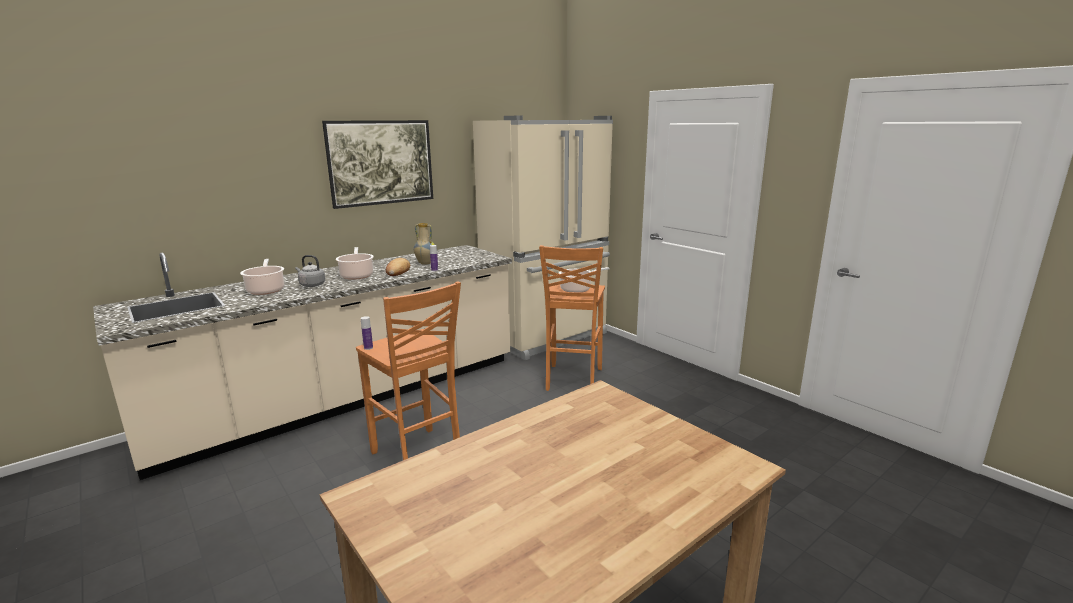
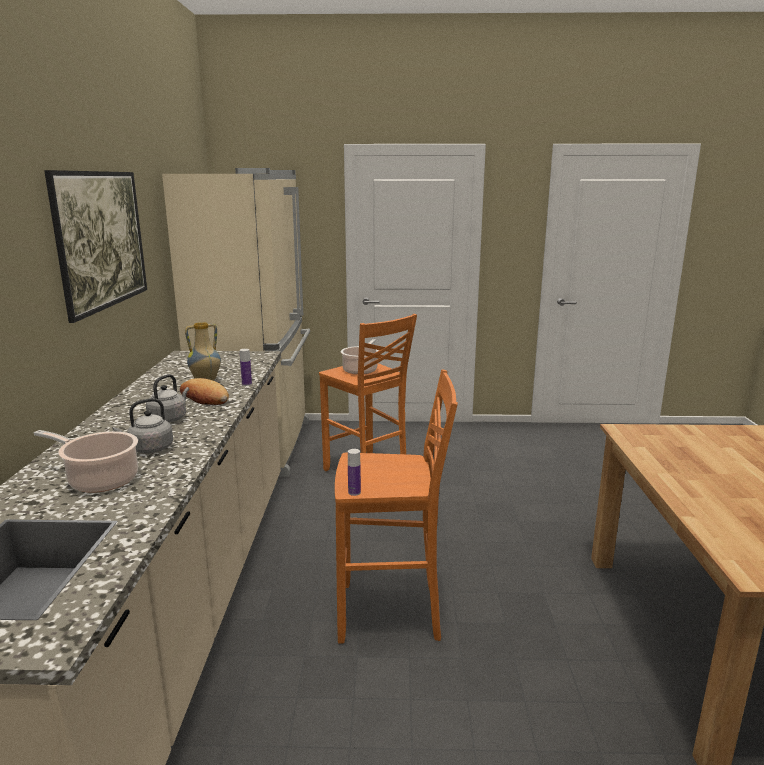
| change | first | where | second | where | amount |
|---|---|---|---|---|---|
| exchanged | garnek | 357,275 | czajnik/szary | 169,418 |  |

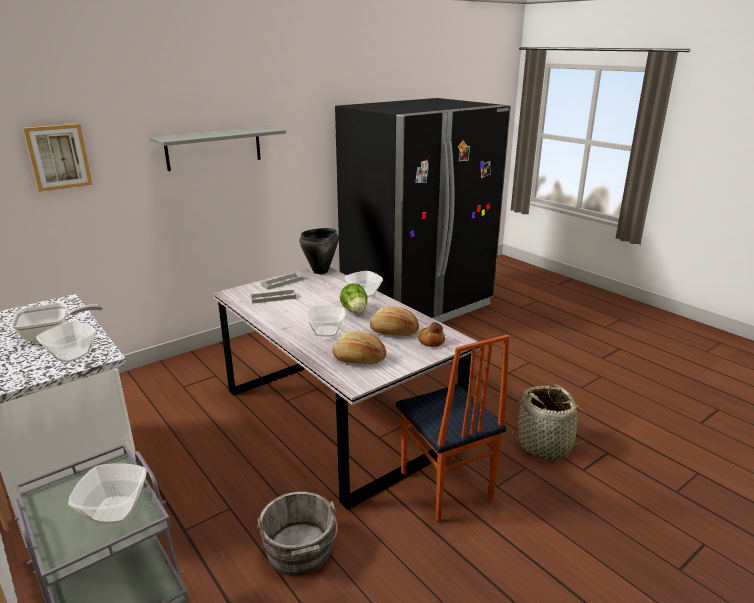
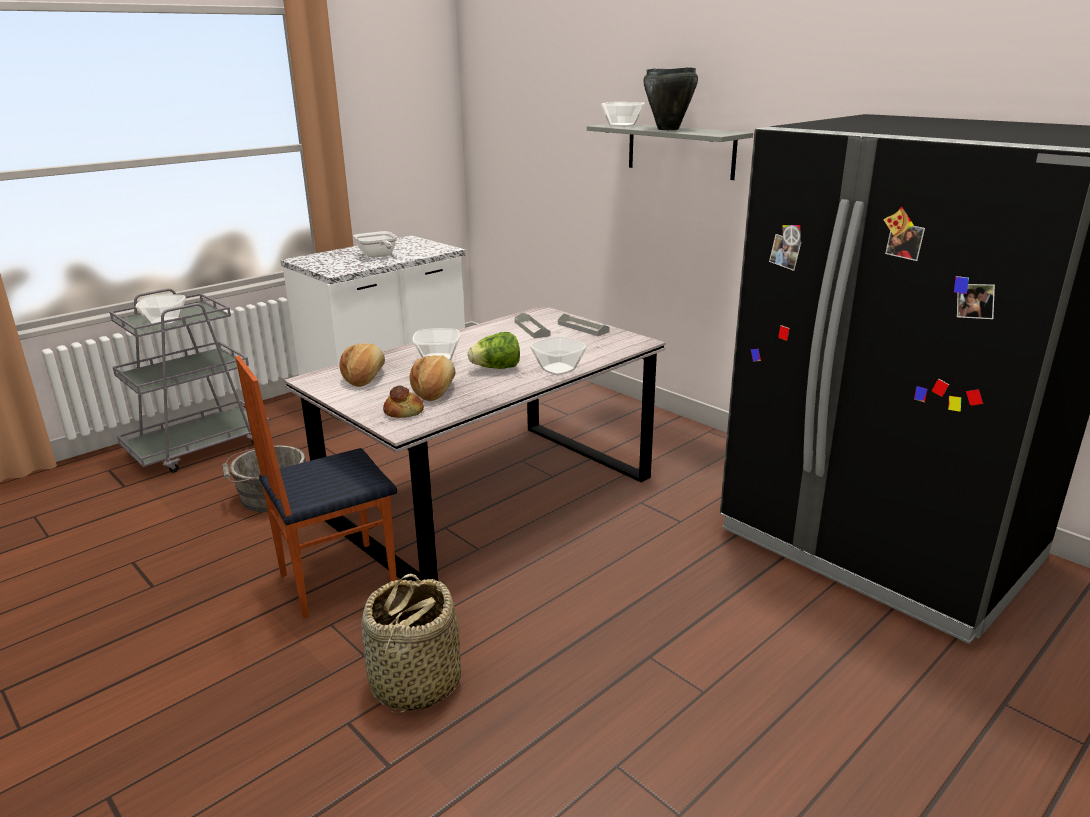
| change | first | where | second | where | amount |
|---|---|---|---|---|---|
| missing | obraz | 58,157 |  |  |  |
| relocated | garnek/czarny | 321,271 |  | 668,129 |  |
| relocated | miska | 71,355 |  | 621,125 |  |

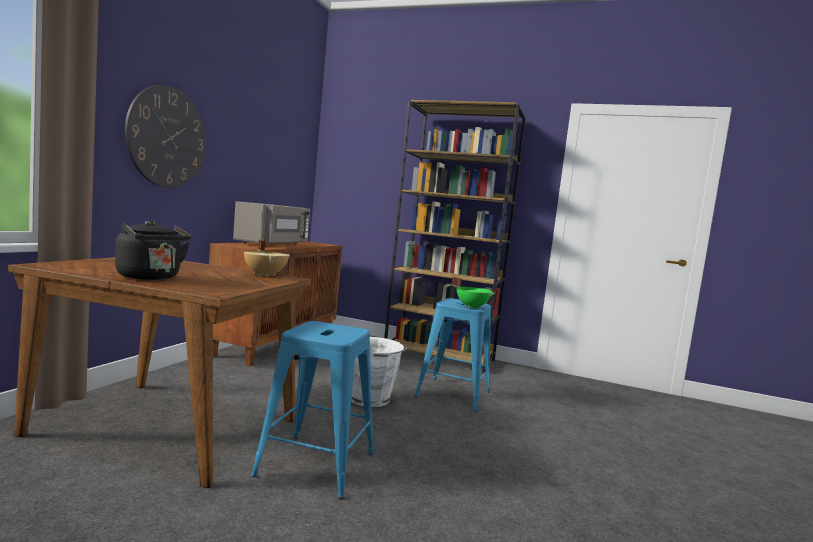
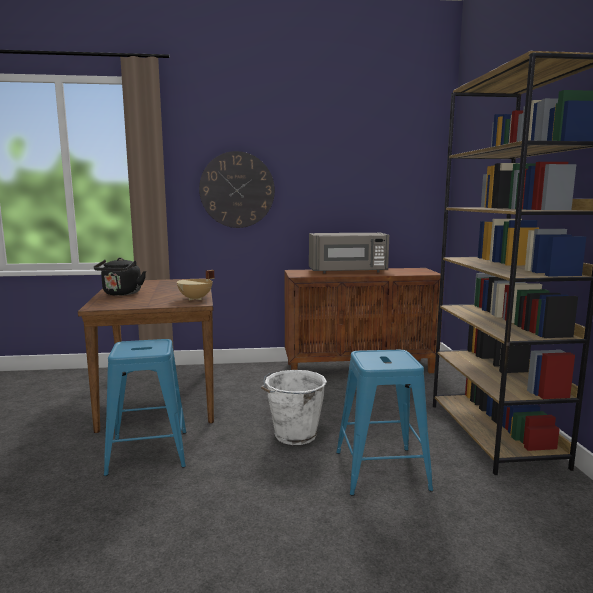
| change | first | where | second | where | amount |
|---|---|---|---|---|---|
| missing | garnek/zielony | 472,307 |  |  |  |

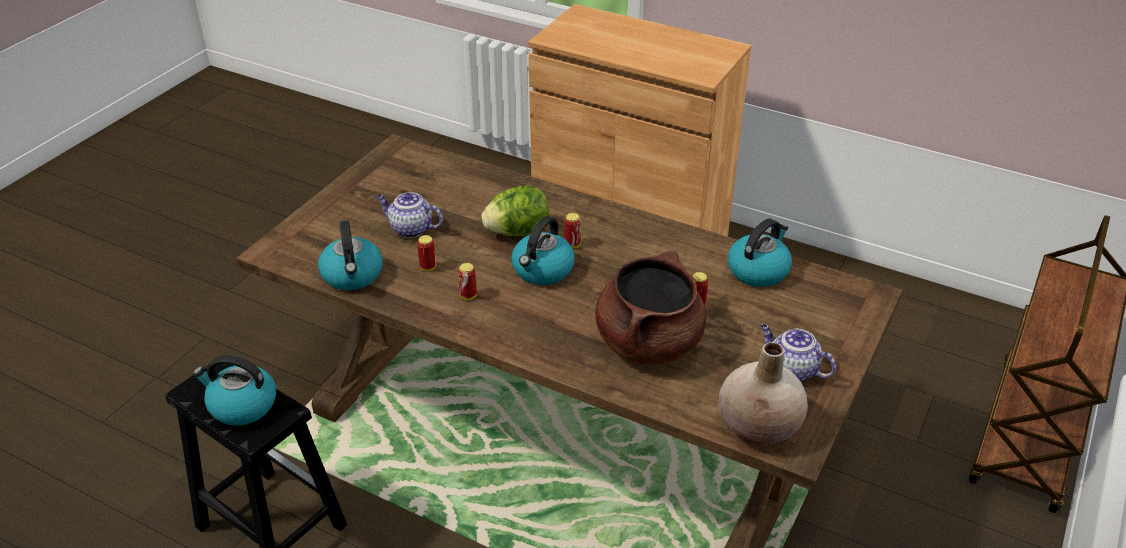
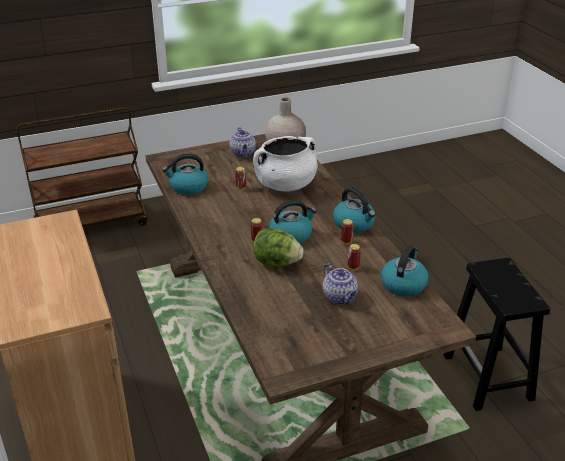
| change | first | where | second | where | amount |
|---|---|---|---|---|---|
| colour | garnek/brązowy | 648,342 | garnek/biały | 285,185 |  |
| relocated | czajnik | 241,405 |  | 354,224 |  |

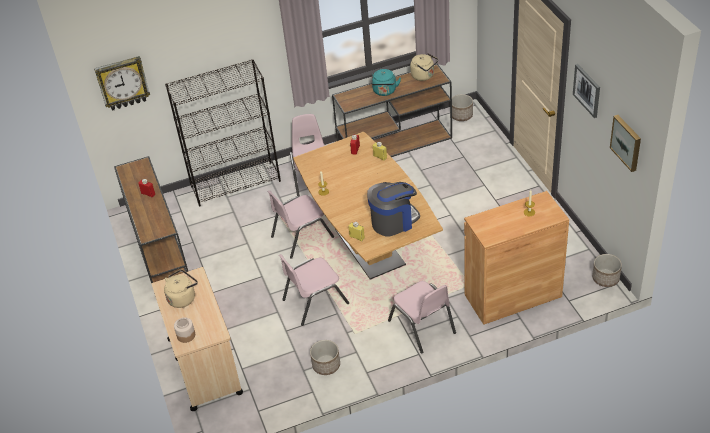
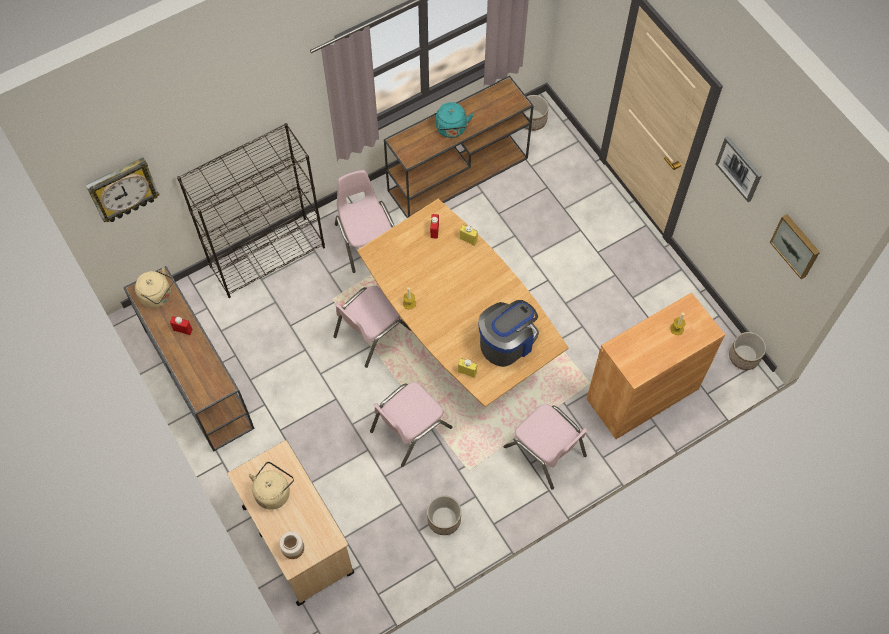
| change | first | where | second | where | amount |
|---|---|---|---|---|---|
| relocated | czajnik/beżowy | 424,76 |  | 158,296 |  |

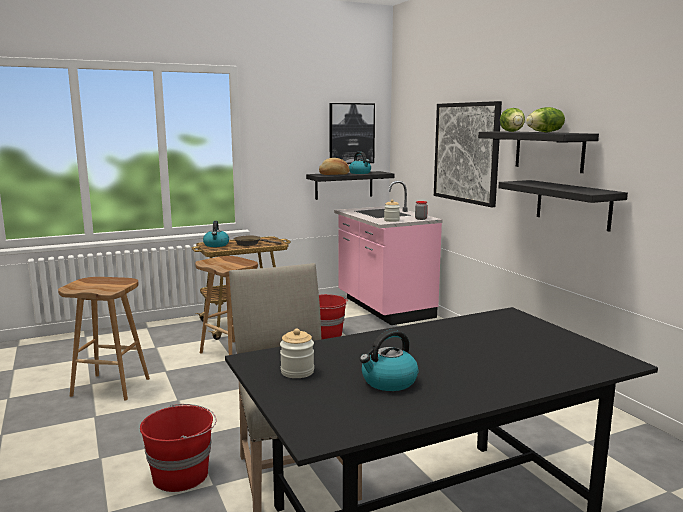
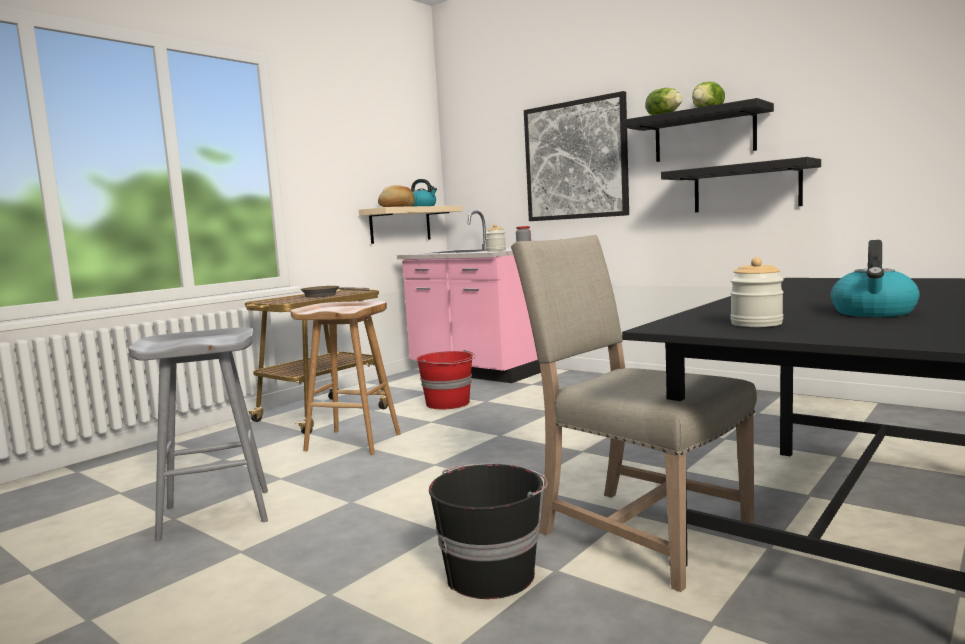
| change | first | where | second | where | amount |
|---|---|---|---|---|---|
| missing | obraz | 351,133 |  |  |  |
| colour | półka/czarny | 344,185 | półka/beżowy | 400,225 |  |
| missing | czajnik | 216,245 |  |  |  |
| colour | stołek/brązowy | 112,387 | stołek/szary | 217,513 |  |
| colour | wiadro/czerwony | 182,475 | wiadro/czarny | 492,574 |  |

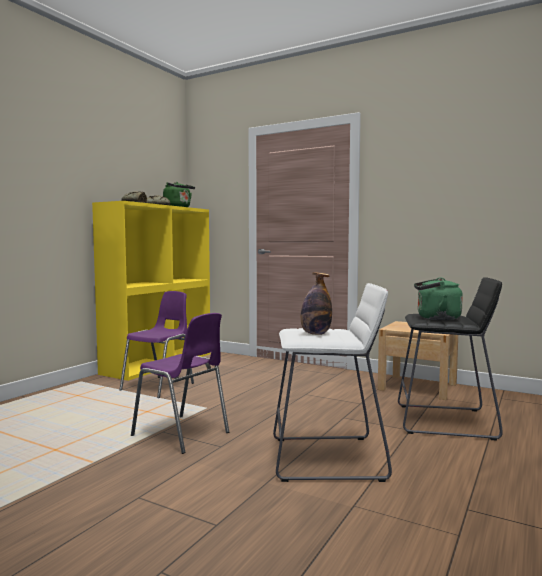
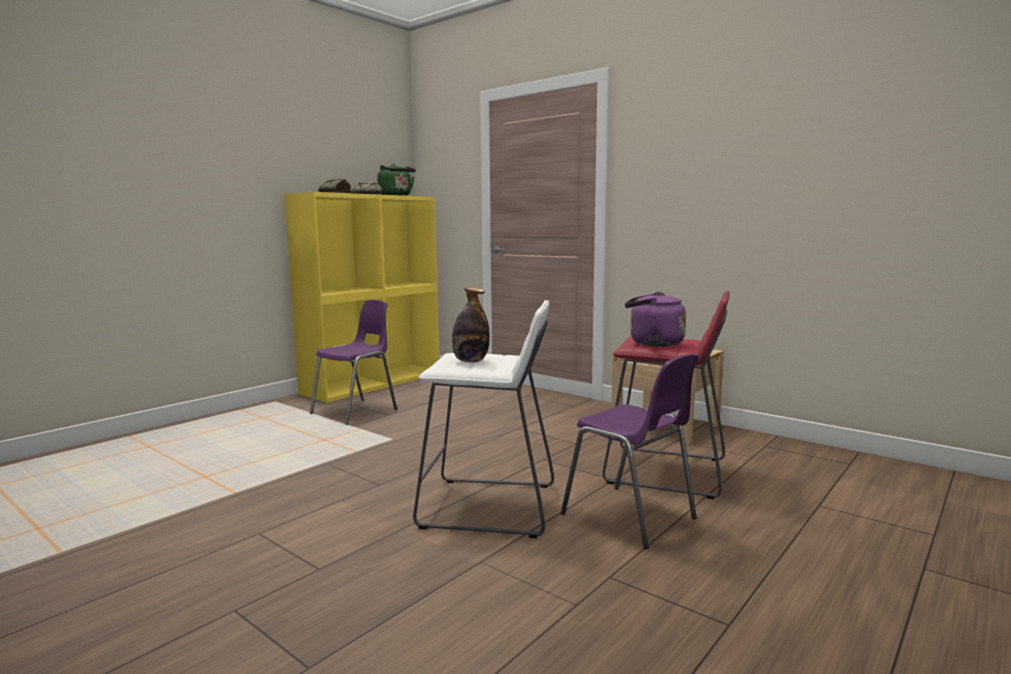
| change | first | where | second | where | amount |
|---|---|---|---|---|---|
| colour | stołek/czarny | 445,421 | stołek/czerwony | 666,472 |  |
| colour | czajnik/zielony | 435,318 | czajnik/fioletowy | 652,343 |  |
| relocated | krzesło/fioletowy | 182,435 |  | 631,517 |  |

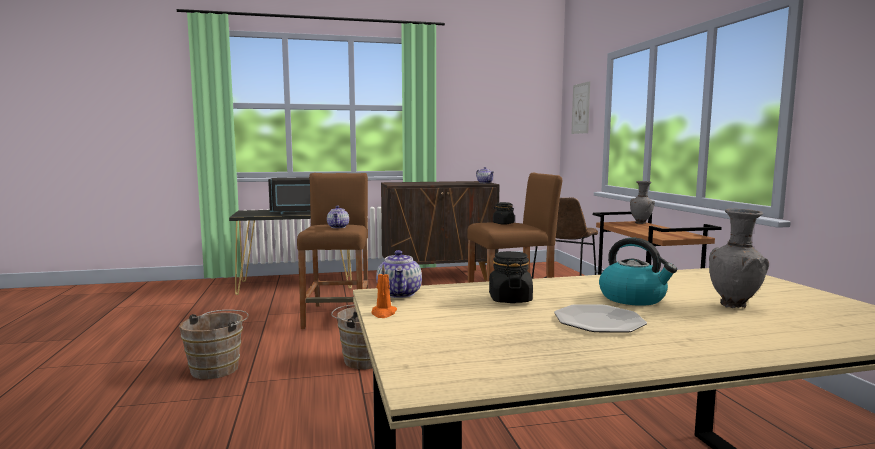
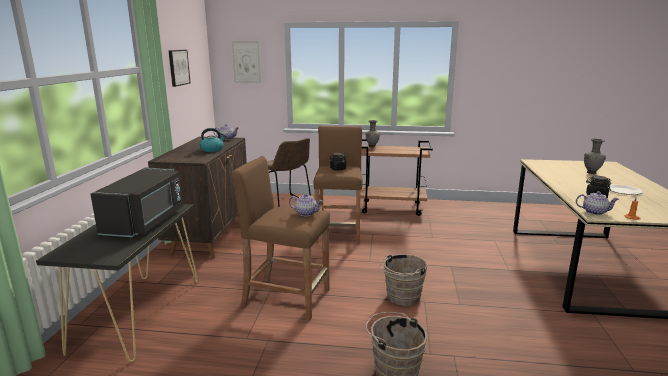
| change | first | where | second | where | amount |
|---|---|---|---|---|---|
| relocated | czajnik | 633,298 |  | 212,149 |  |
| appeared |  |  | obraz | 178,67 |  |

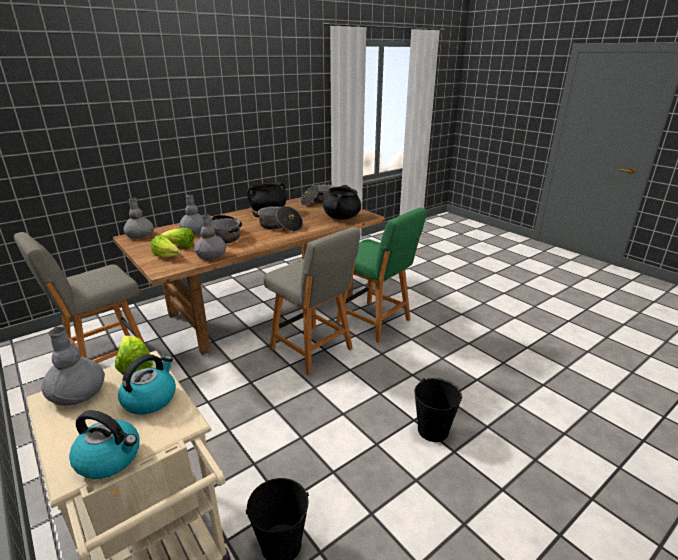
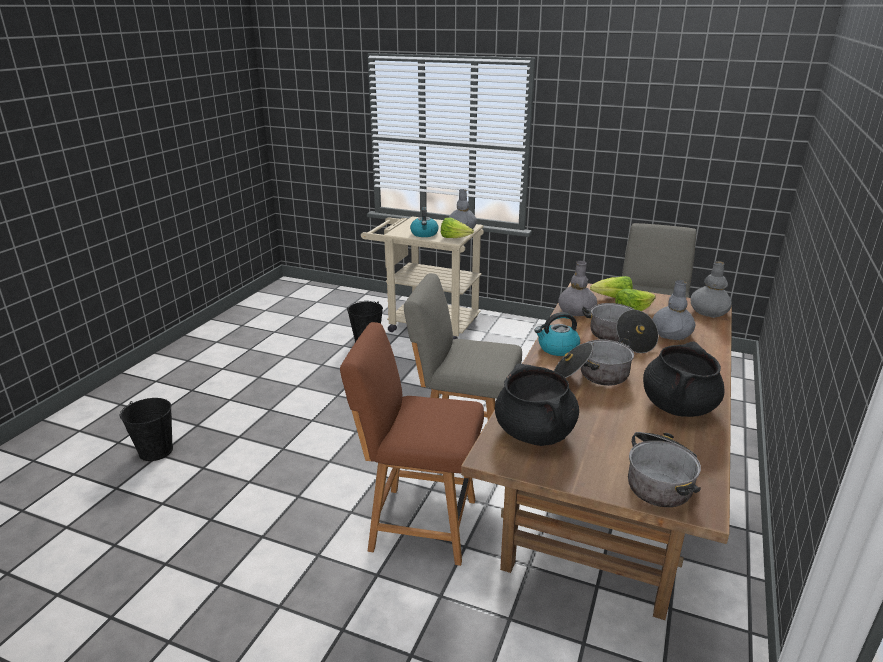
| change | first | where | second | where | amount |
|---|---|---|---|---|---|
| colour | krzesło/zielony | 375,322 | krzesło/brązowy | 419,523 |  |
| relocated | wiadro/czarny | 433,430 |  | 156,451 |  |
| relocated | czajnik | 110,458 |  | 557,348 |  |

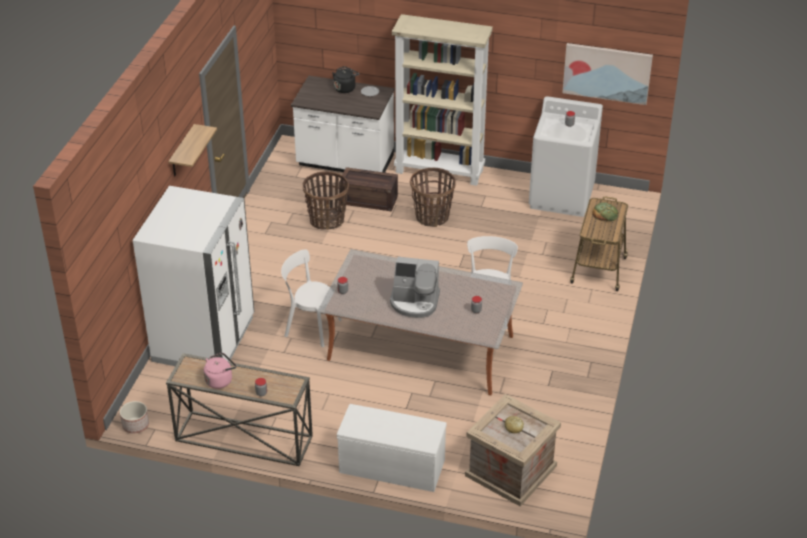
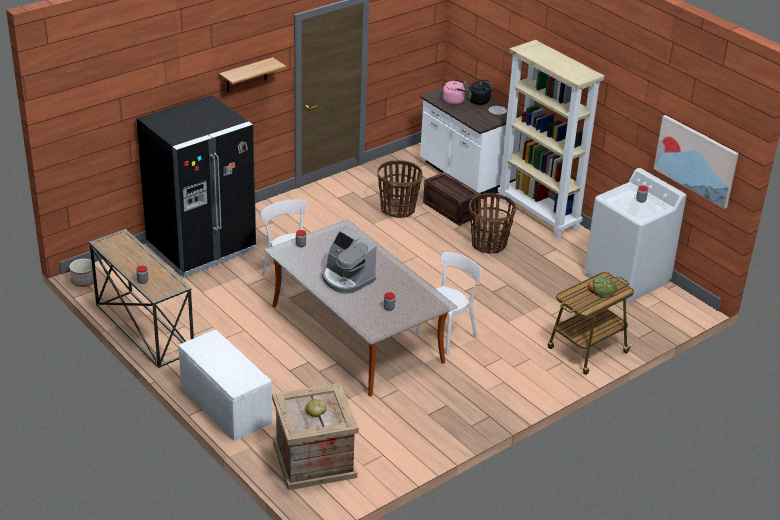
| change | first | where | second | where | amount |
|---|---|---|---|---|---|
| colour | lodówka/biały | 204,339 | lodówka/czarny | 201,248 |  |
| relocated | czajnik/różowy | 220,380 |  | 455,101 |  |

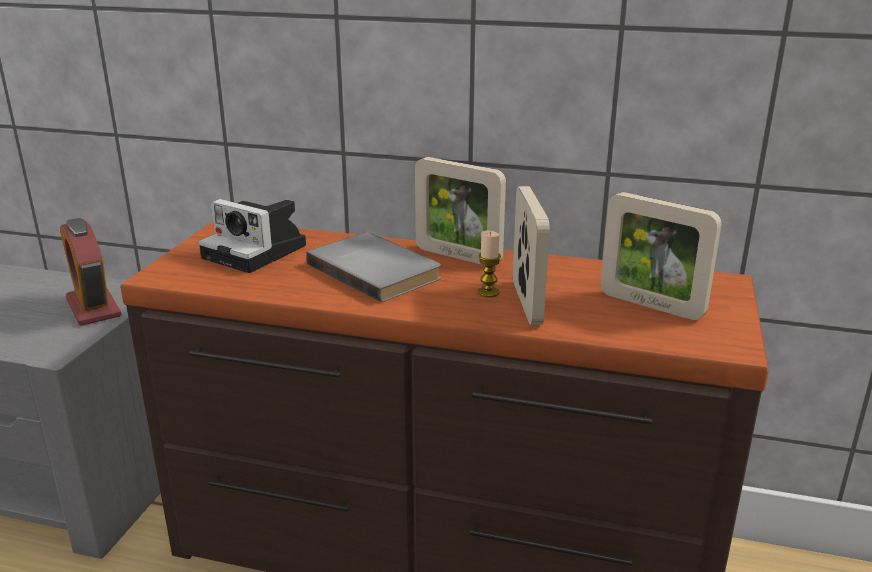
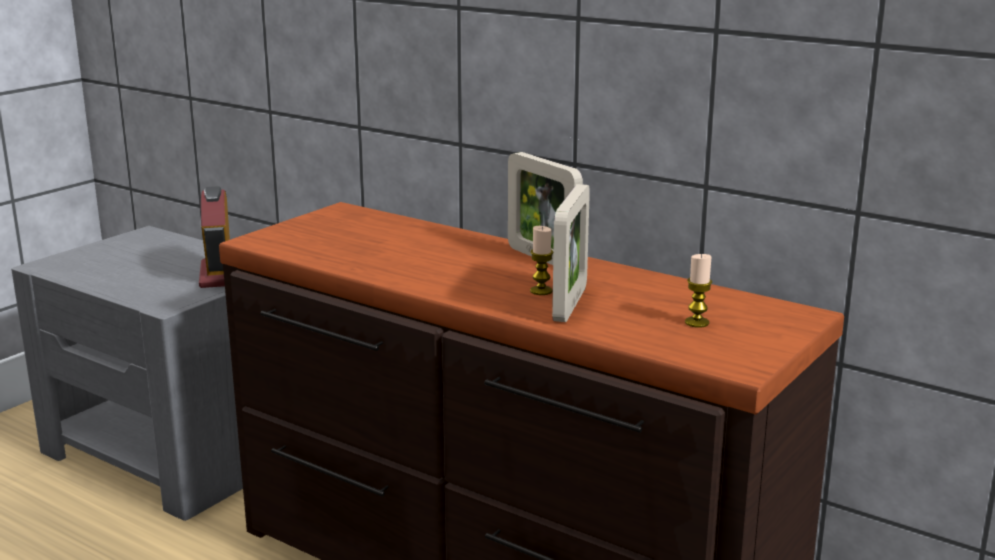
| change | first | where | second | where | amount |
|---|---|---|---|---|---|
| exchanged | ramka na zdjęcie | 651,305 | świeca | 696,323 |  |
| missing | aparat fotograficzny | 258,252 |  |  |  |
| missing | książka/szary | 377,270 |  |  |  |

